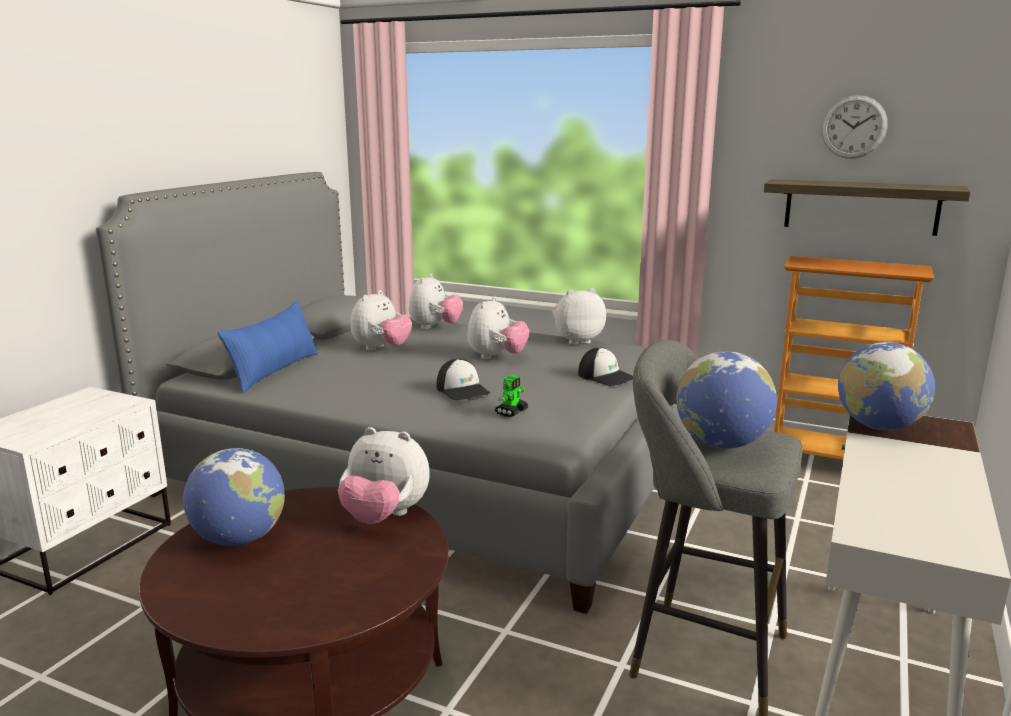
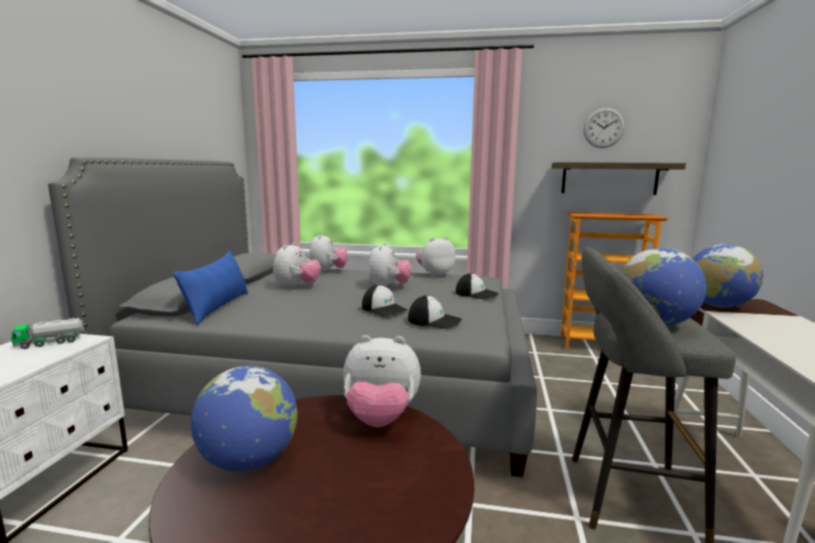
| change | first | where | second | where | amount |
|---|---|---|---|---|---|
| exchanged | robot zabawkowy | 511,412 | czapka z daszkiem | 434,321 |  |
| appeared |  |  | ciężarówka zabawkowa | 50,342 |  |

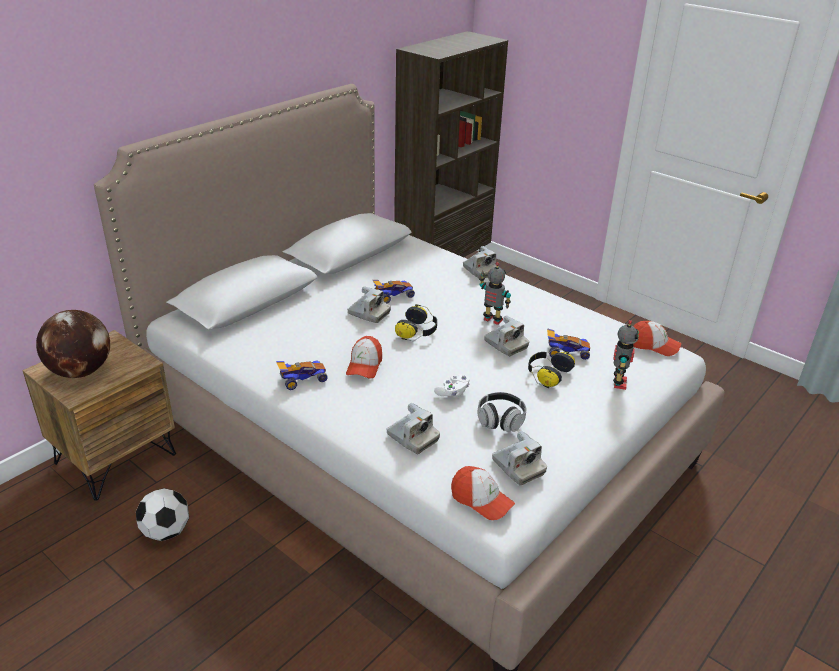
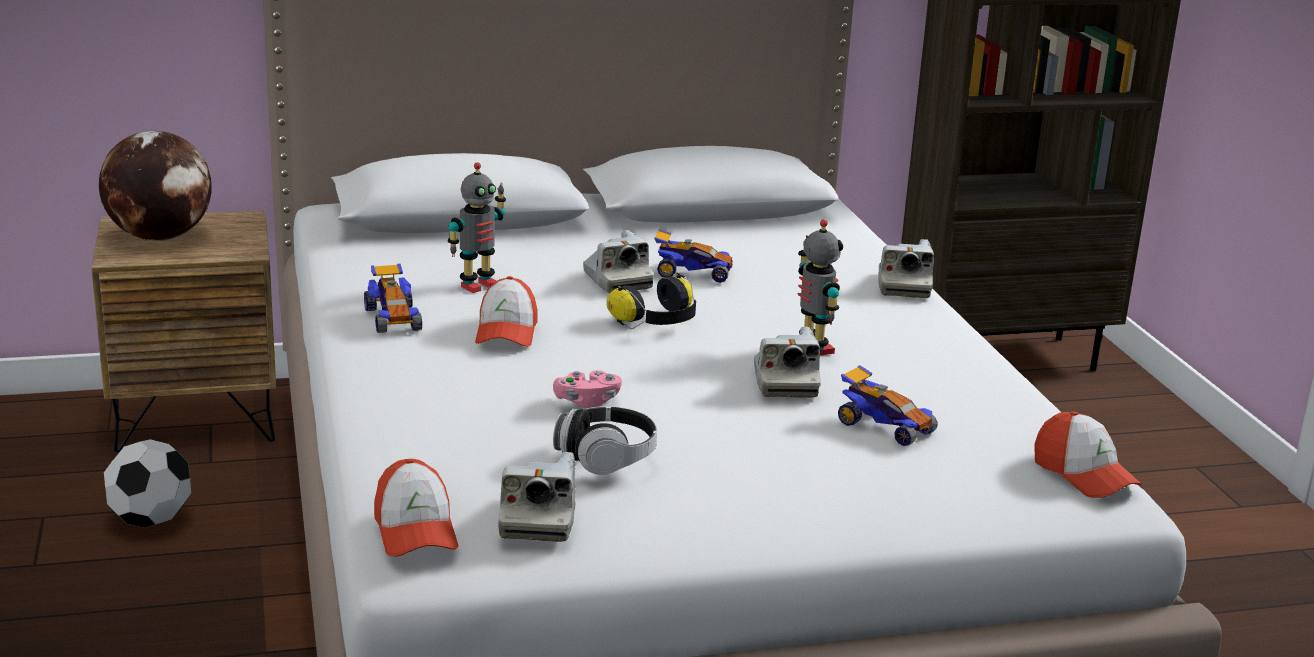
| change | first | where | second | where | amount |
|---|---|---|---|---|---|
| relocated | robot zabawkowy | 618,383 |  | 477,285 |  |
| spun | czapka z daszkiem | 364,366 |  | 506,332 | 45 degrees counterclockwise |
| missing | słuchawki | 547,374 |  |  |  |
| spun | samochodzik | 302,380 |  | 392,318 | 60 degrees clockwise |
| colour | pad do gier/biały | 453,392 | pad do gier/różowy | 587,402 |  |
| missing | aparat fotograficzny | 412,437 |  |  |  |

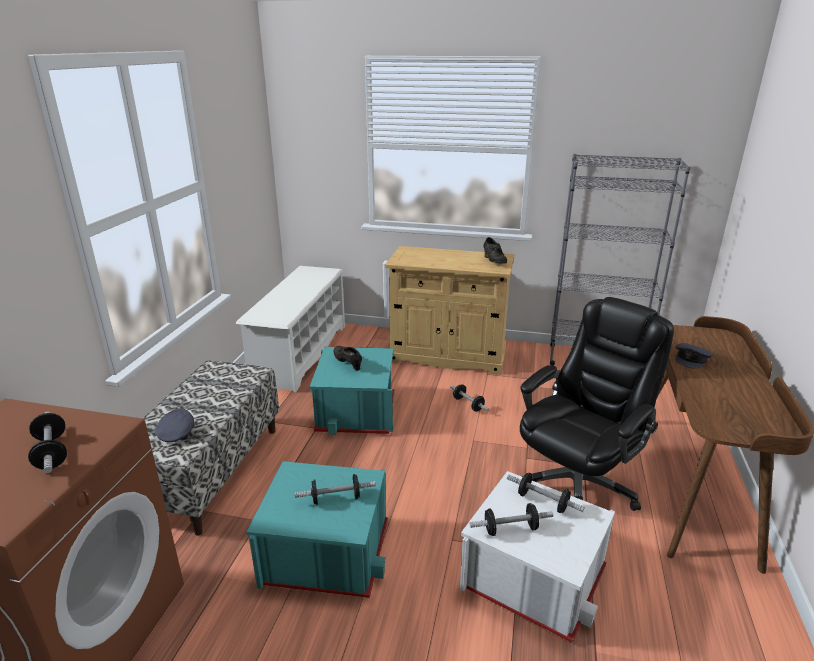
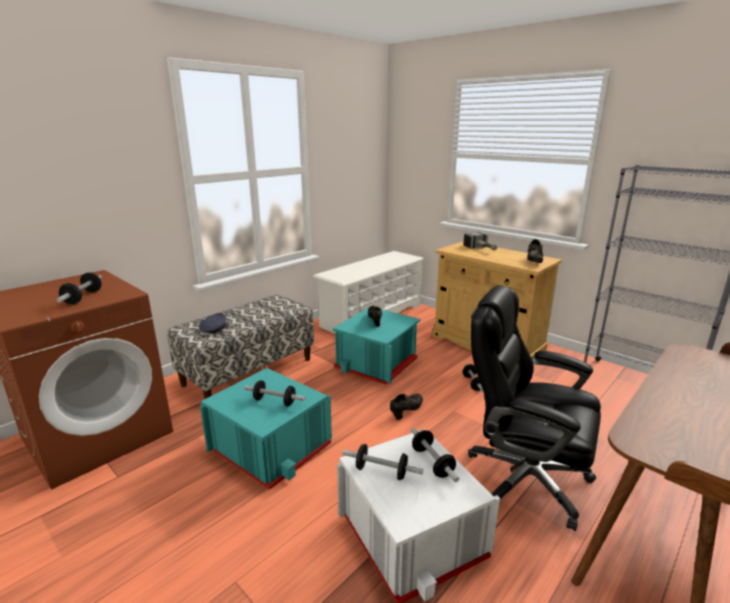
| change | first | where | second | where | amount |
|---|---|---|---|---|---|
| spun | krzesło biurowe/czarny | 577,484 |  | 524,479 | 135 degrees counterclockwise |
| missing | czapka z daszkiem/szary | 691,359 |  |  |  |
| appeared |  |  | młotek | 481,249 |  |
| appeared |  |  | but/czarny | 406,411 |  |

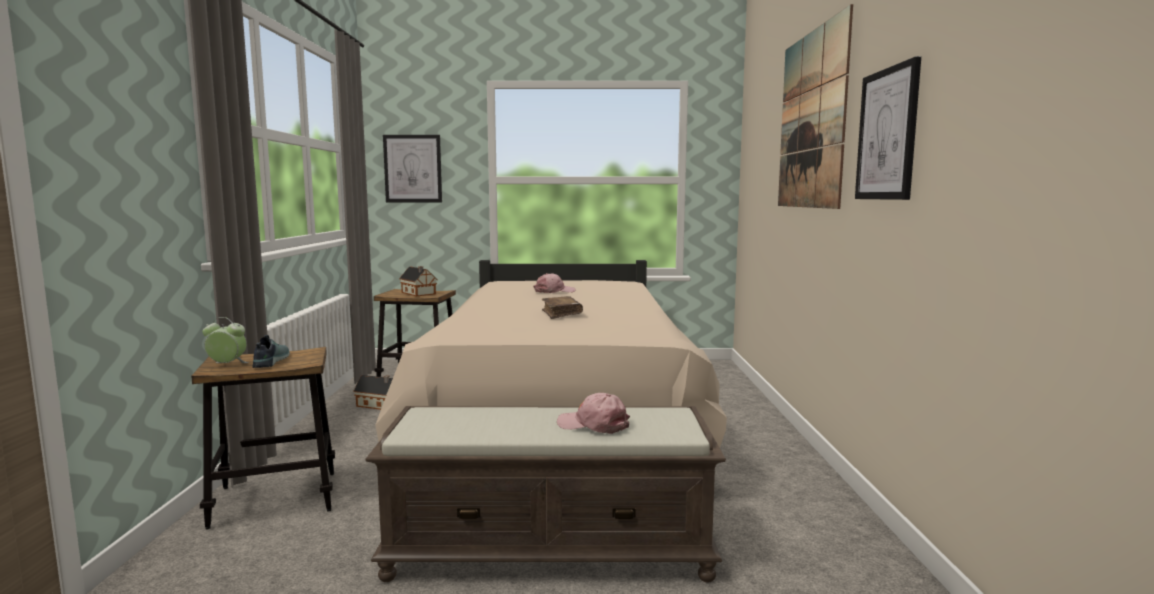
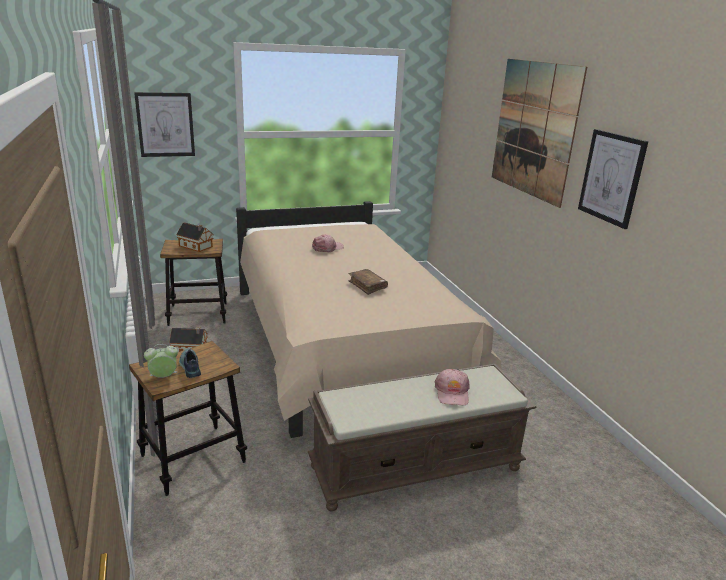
| change | first | where | second | where | amount |
|---|---|---|---|---|---|
| spun | czapka z daszkiem/różowy | 593,425 |  | 452,392 | 90 degrees counterclockwise |

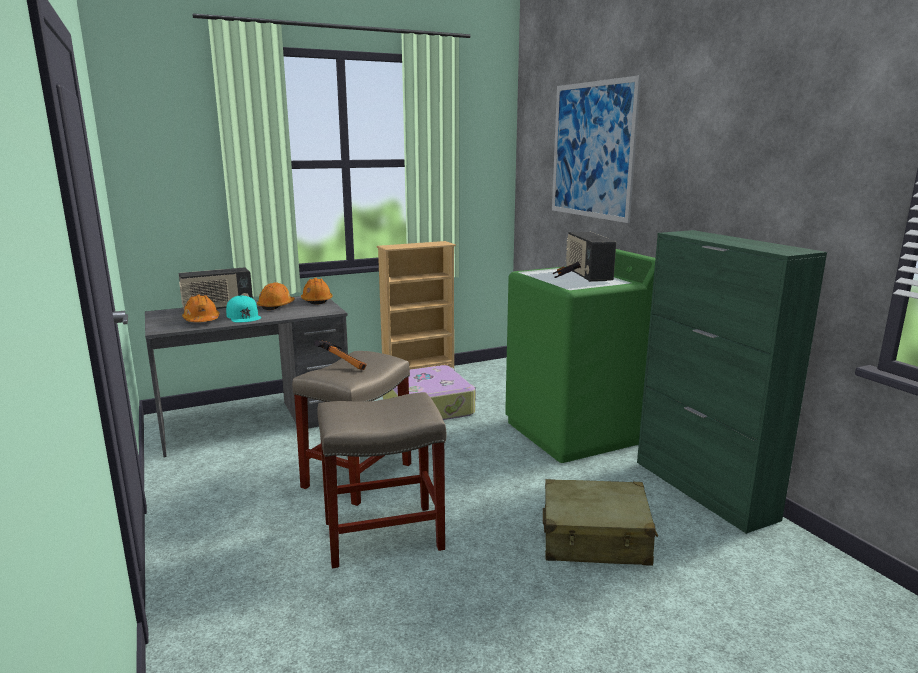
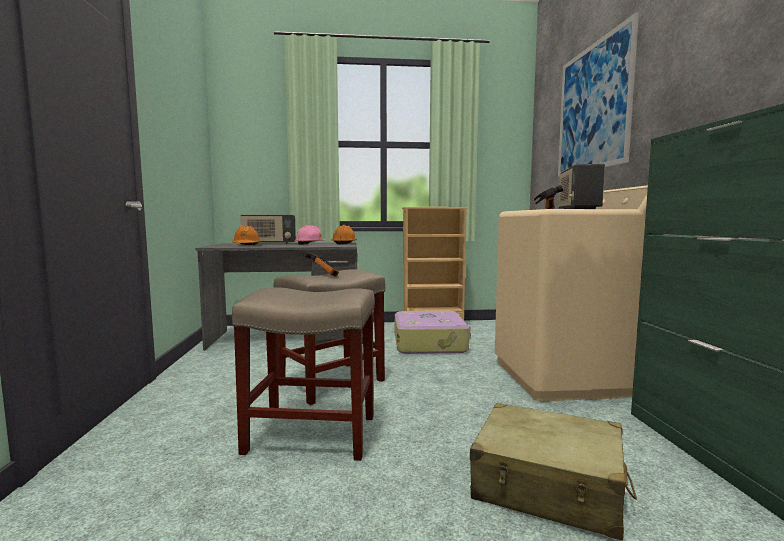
| change | first | where | second | where | amount |
|---|---|---|---|---|---|
| colour | pralka/zielony | 575,432 | pralka/beżowy | 565,377 |  |
| colour | kask/pomarańczowy | 276,306 | kask/różowy | 310,244 |  |
| missing | czapka z daszkiem/turkusowy | 244,316 |  |  |  |

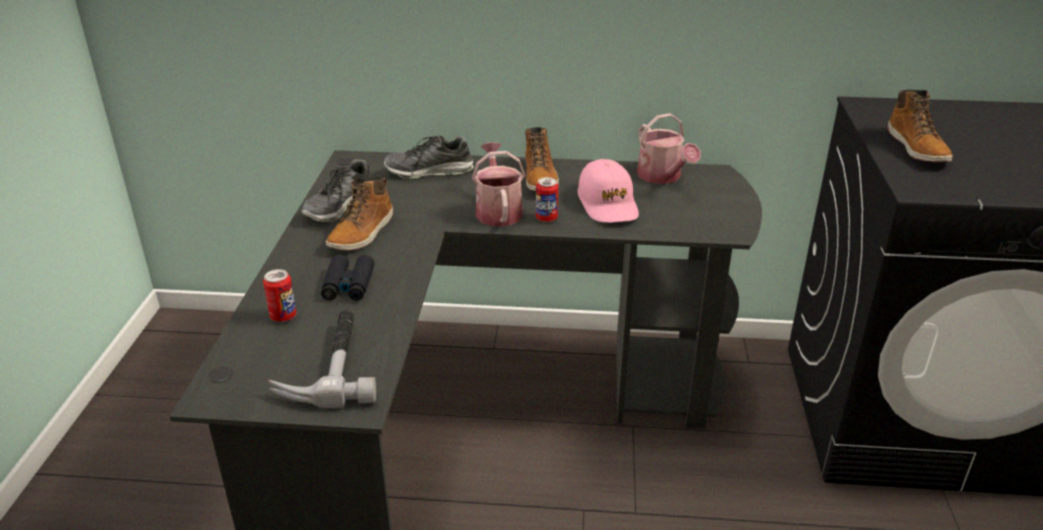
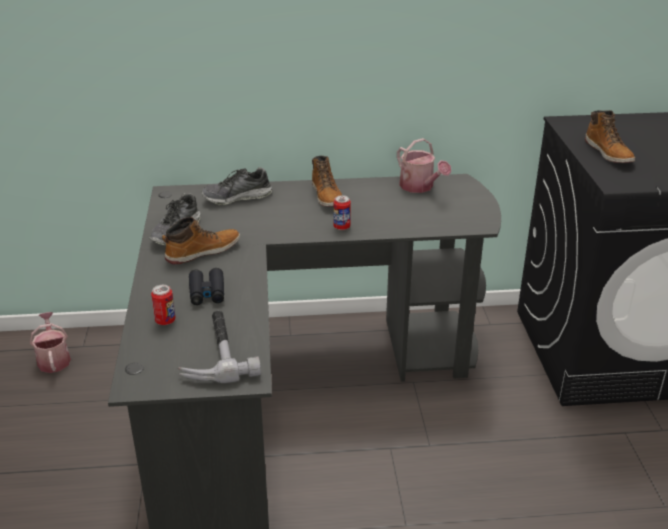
| change | first | where | second | where | amount |
|---|---|---|---|---|---|
| relocated | konewka | 498,210 |  | 53,359 |  |
| missing | czapka z daszkiem/różowy | 608,204 |  |  |  |
| spun | but z cholewką | 362,233 |  | 202,251 | 135 degrees counterclockwise |

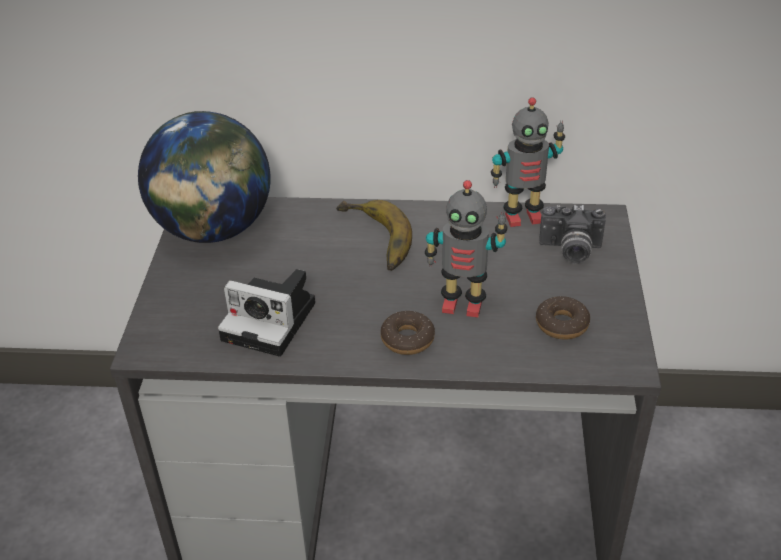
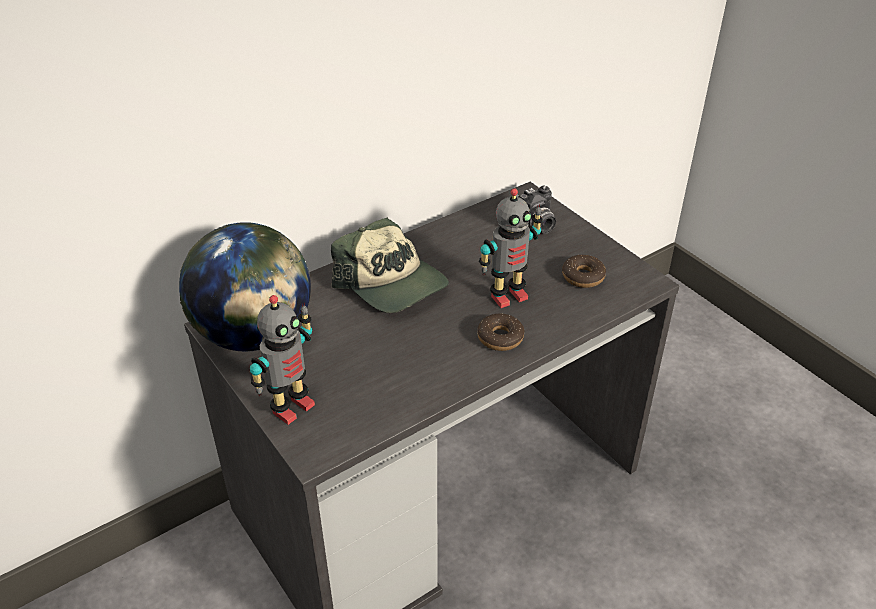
| change | first | where | second | where | amount |
|---|---|---|---|---|---|
| relocated | robot zabawkowy | 522,216 |  | 291,407 |  |
| exchanged | banan | 371,241 | czapka z daszkiem | 392,283 |  |
| missing | aparat fotograficzny | 273,321 |  |  |  |

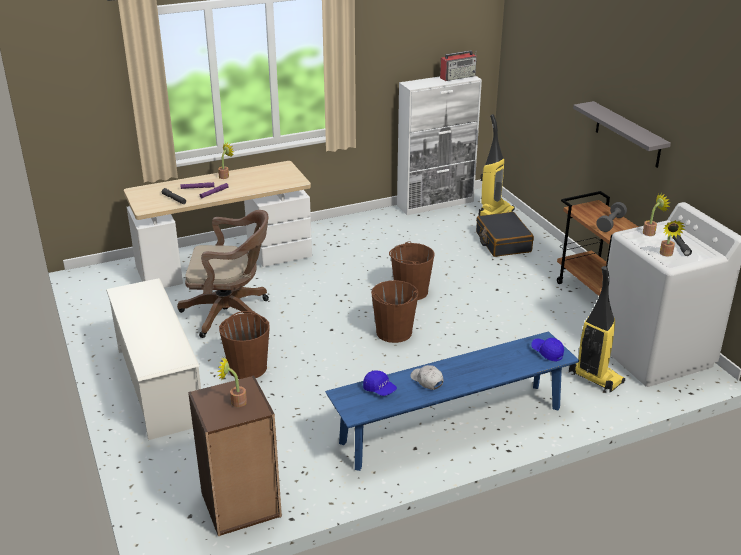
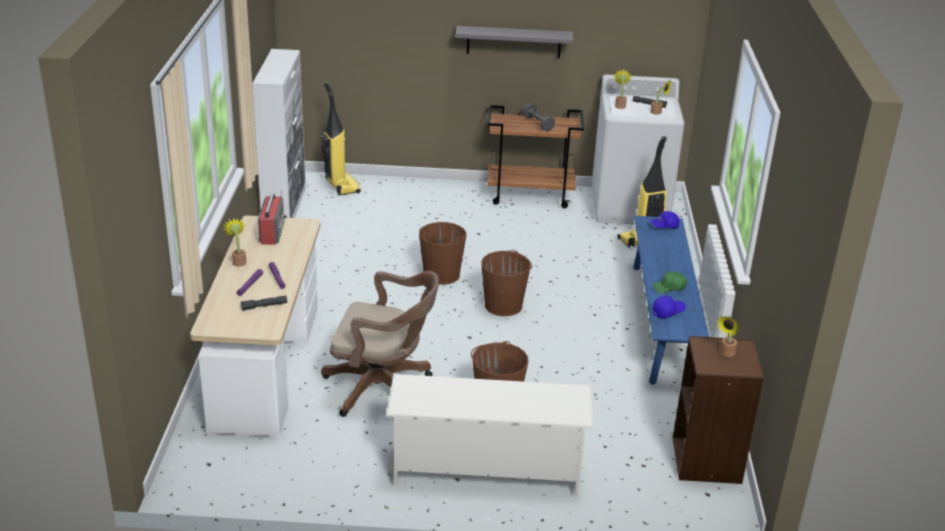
| change | first | where | second | where | amount |
|---|---|---|---|---|---|
| relocated | radio | 458,77 |  | 272,232 |  |
| spun | krzesło biurowe/brązowy | 231,313 |  | 383,389 | 75 degrees clockwise |
| missing | walizka/czarny | 502,242 |  |  |  |
| colour | czapka z daszkiem/biały | 427,381 | czapka z daszkiem/zielony | 669,287 |  |

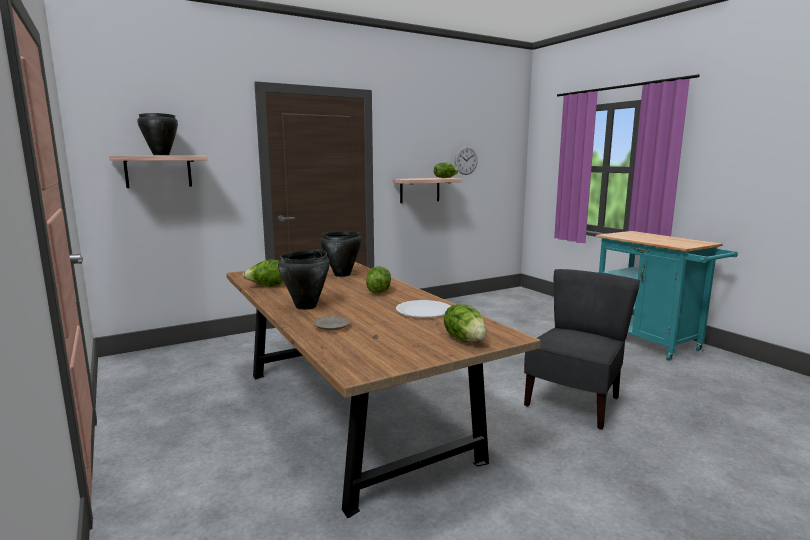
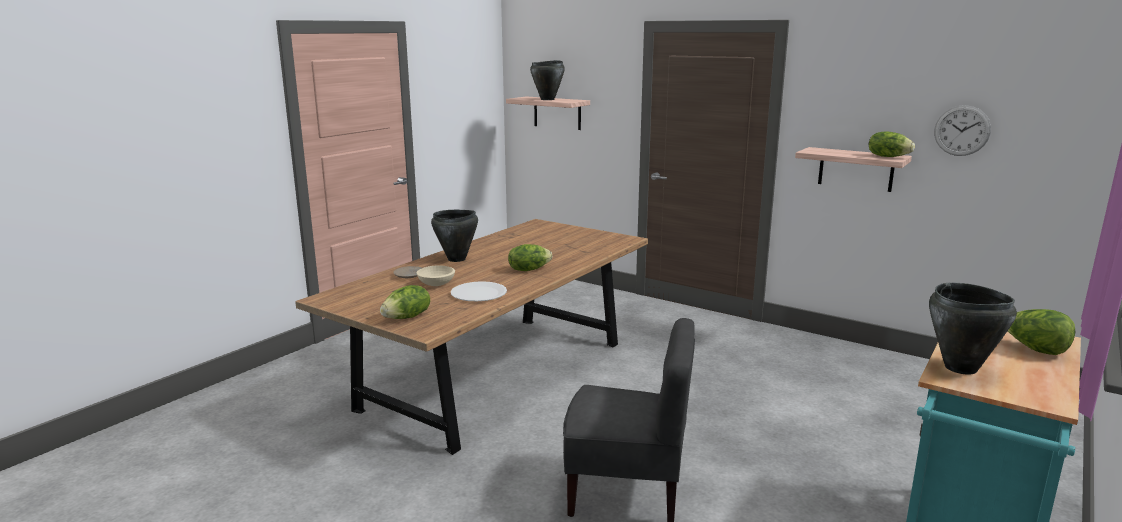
| change | first | where | second | where | amount |
|---|---|---|---|---|---|
| relocated | garnek/czarny | 342,275 |  | 960,368 |  |
| relocated | sałata | 266,286 |  | 1033,349 |  |
| appeared |  |  | miska/beżowy | 435,284 |  |

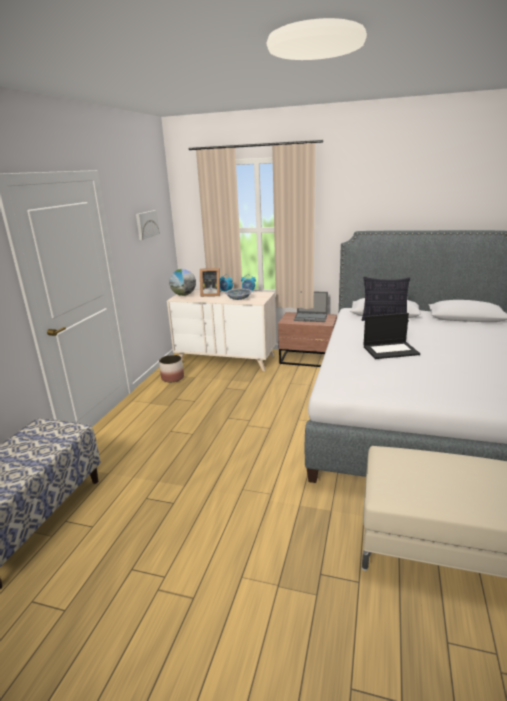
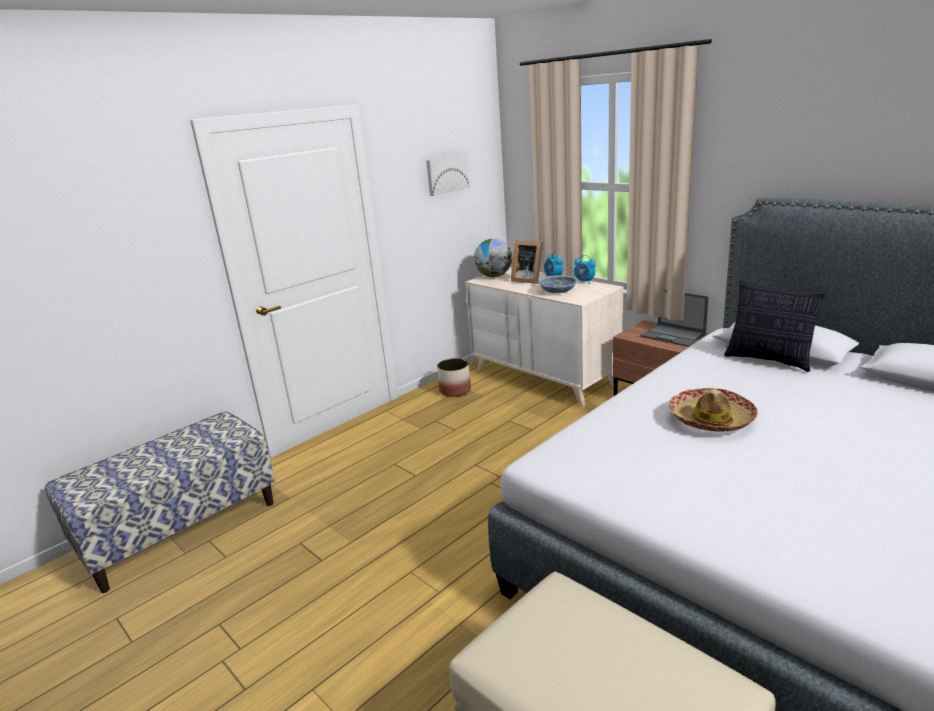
| change | first | where | second | where | amount |
|---|---|---|---|---|---|
| exchanged | laptop | 391,350 | kapelusz | 711,419 |  |

